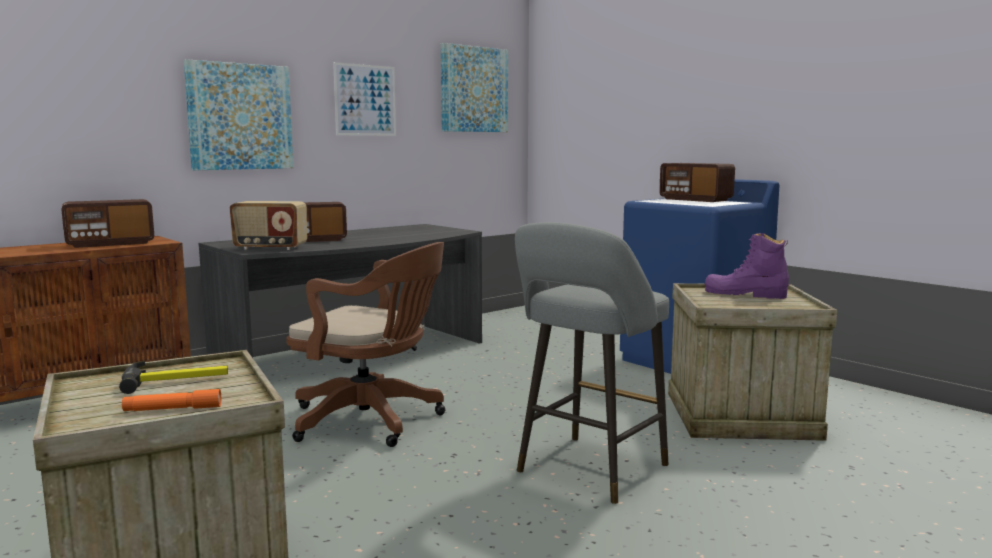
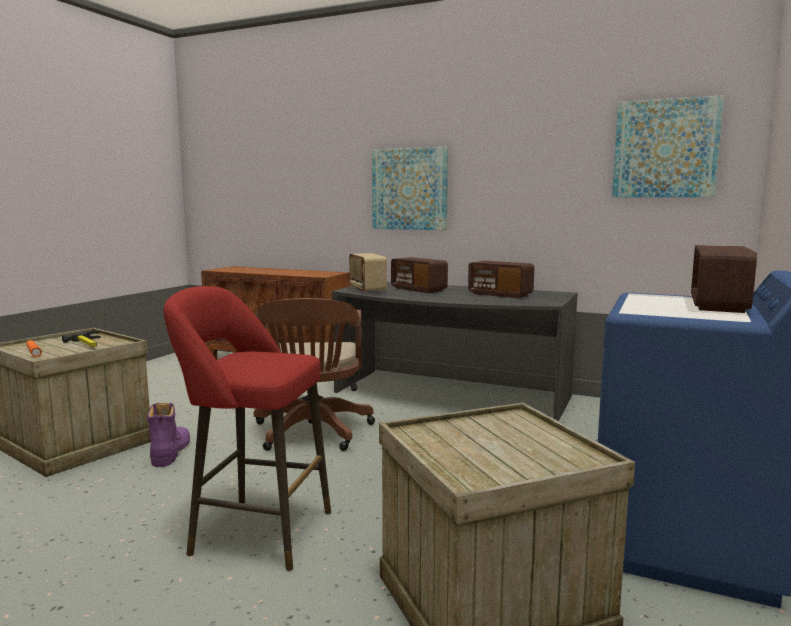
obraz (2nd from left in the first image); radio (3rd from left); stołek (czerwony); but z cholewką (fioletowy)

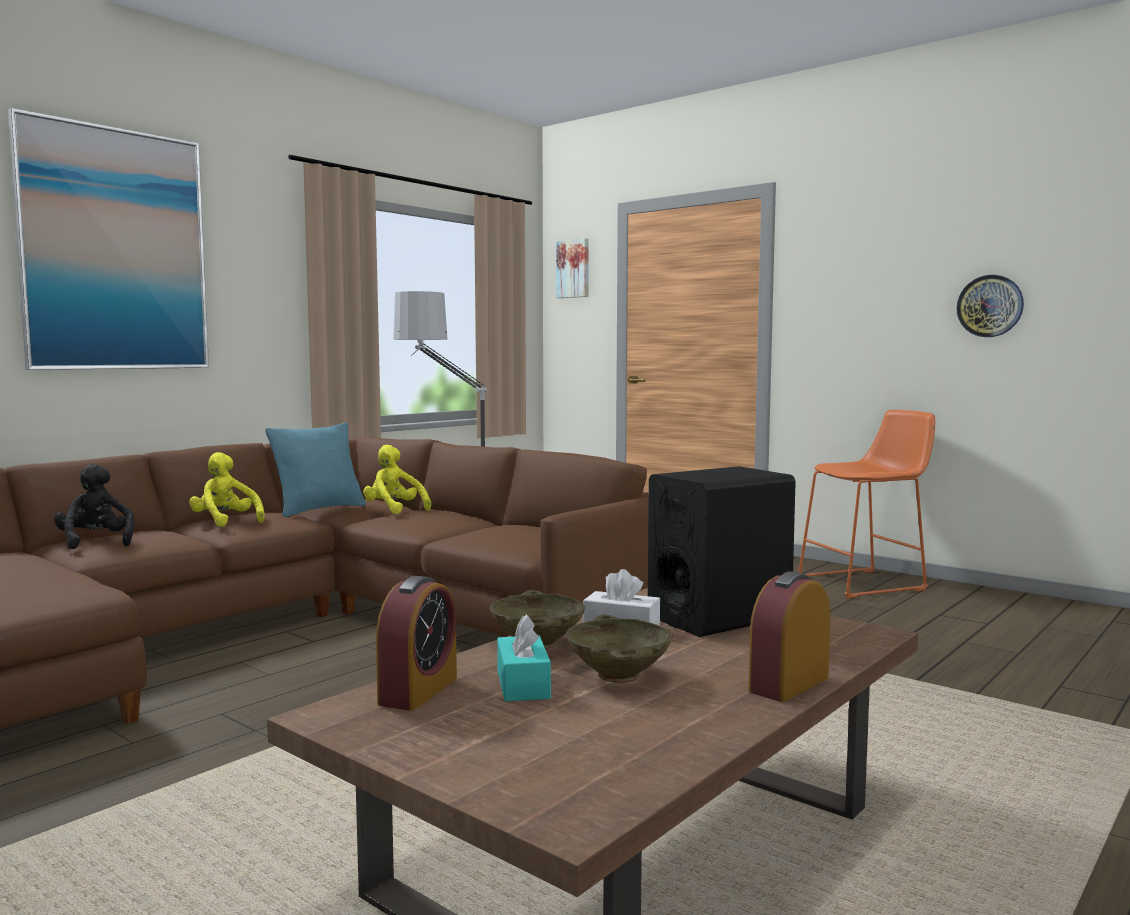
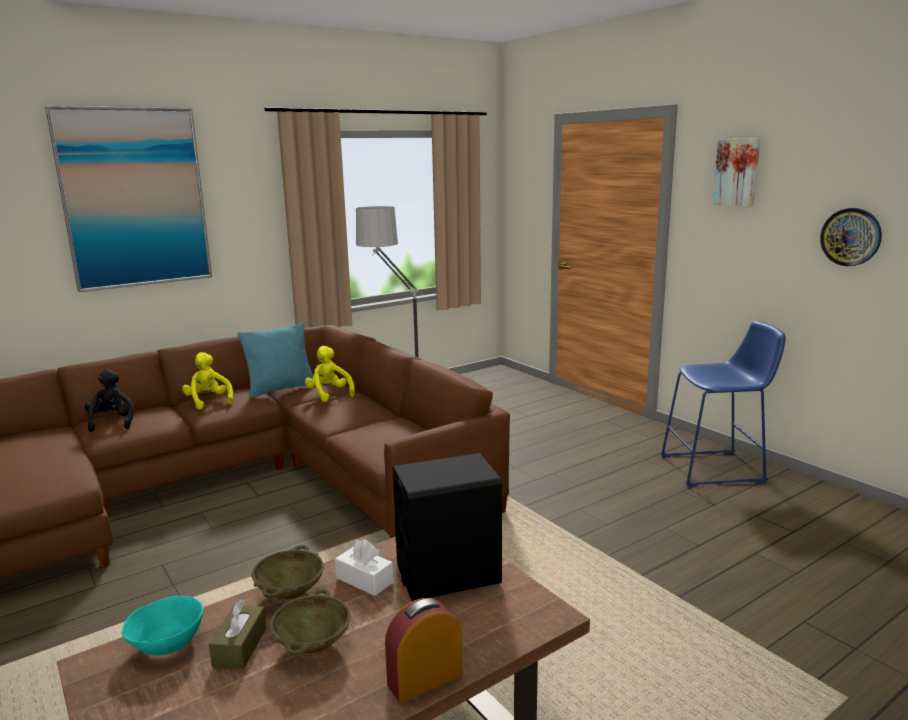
obraz (2nd from left); stołek (niebieski); miska (turkusowy); pudełko chusteczek (brązowy)

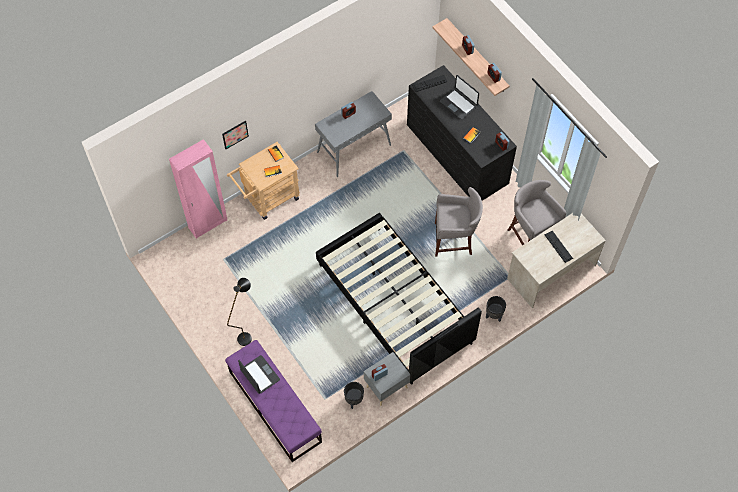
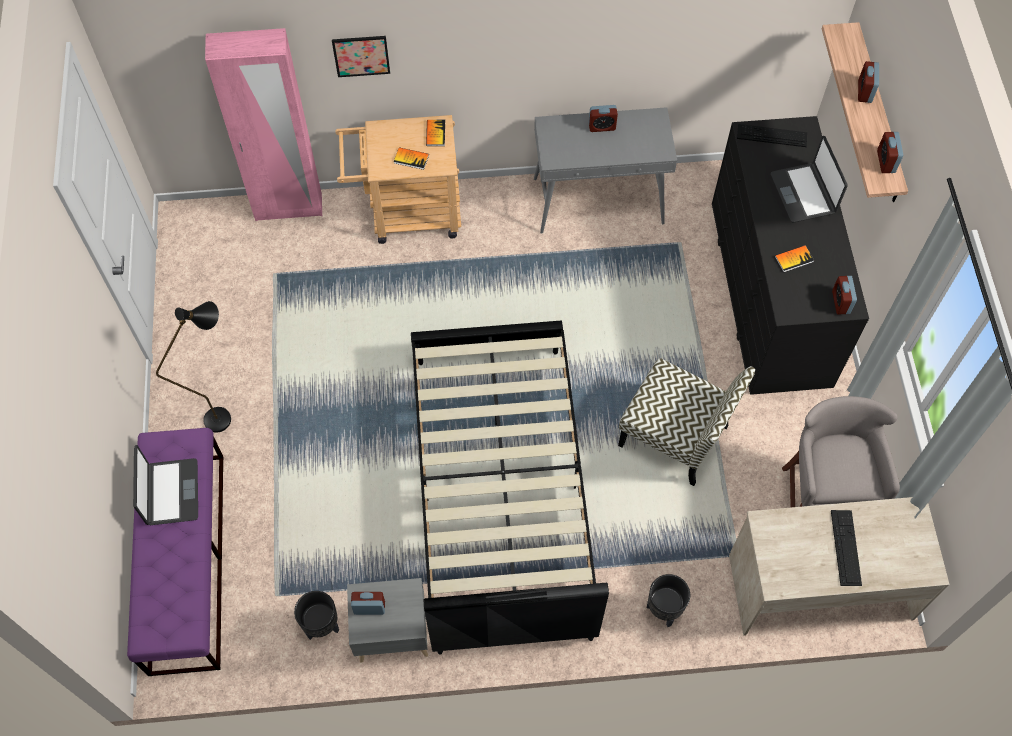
krzesło

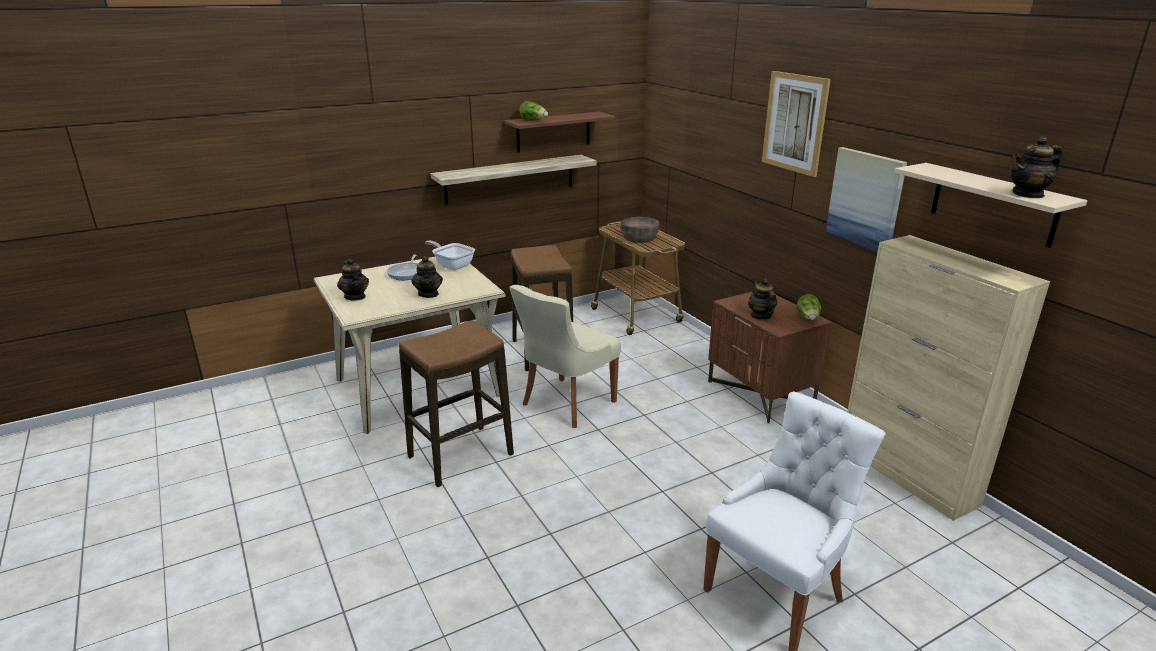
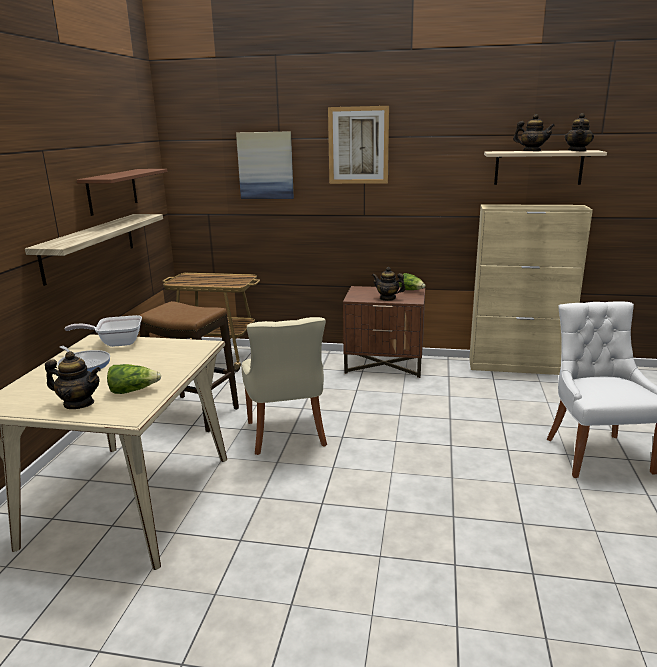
sałata (1st from left); obraz (1st from left); miska (brązowy); imbryk (3rd from left); stołek (1st from left in the first image)

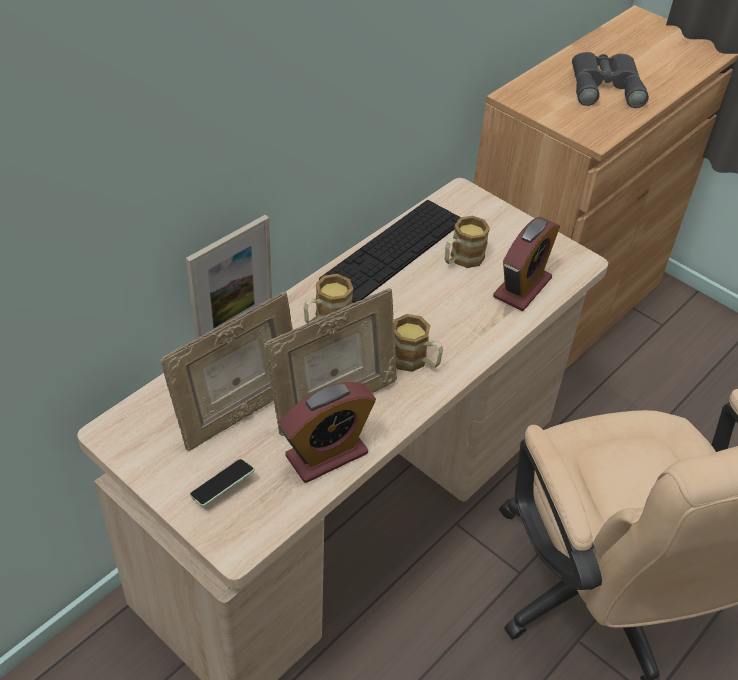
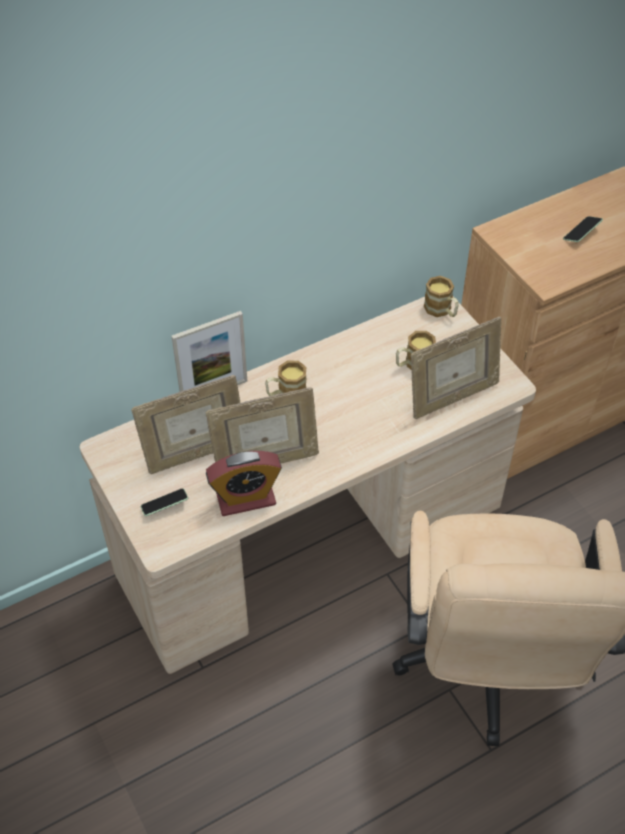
telefon (2nd from left); klawiatura; ramka na zdjęcie (4th from left); kubek (3rd from left)

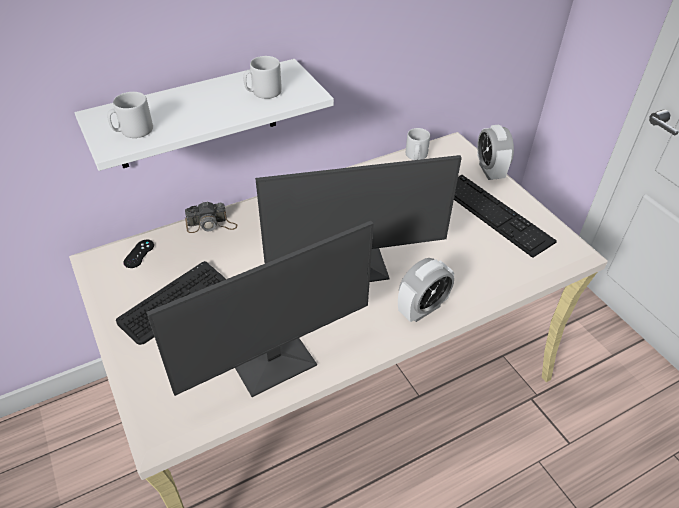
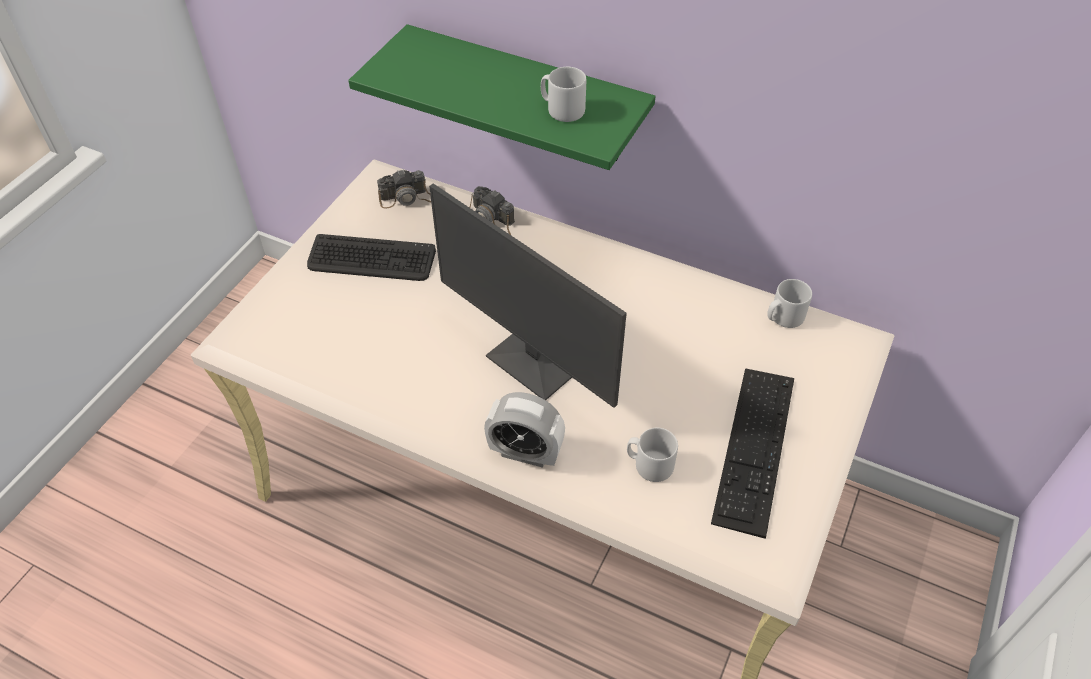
półka (zielony); kubek (szary) (2nd from left); budzik (2nd from left in the first image); monitor (1st from left in the first image); aparat fotograficzny (1st from left)

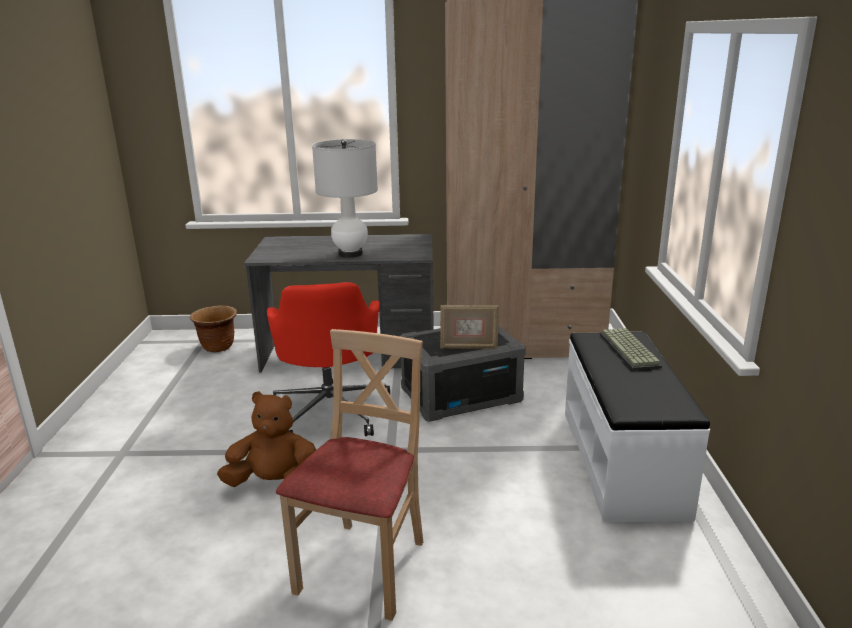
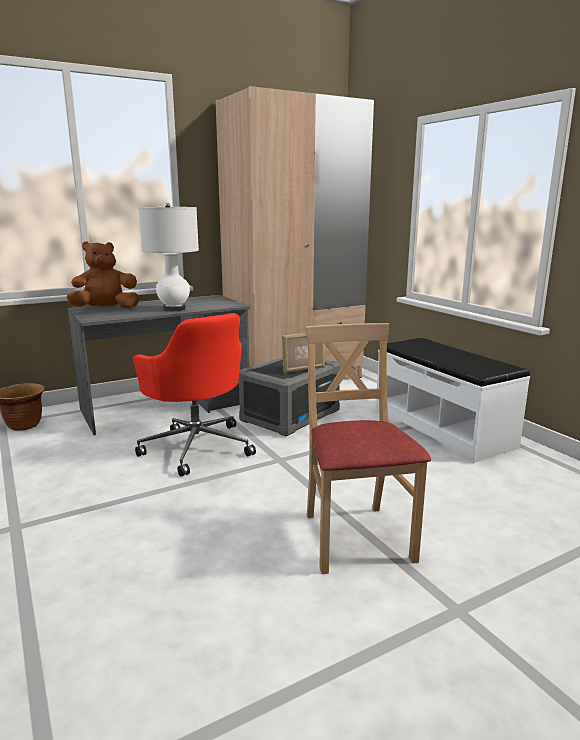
klawiatura; pluszak (brązowy)

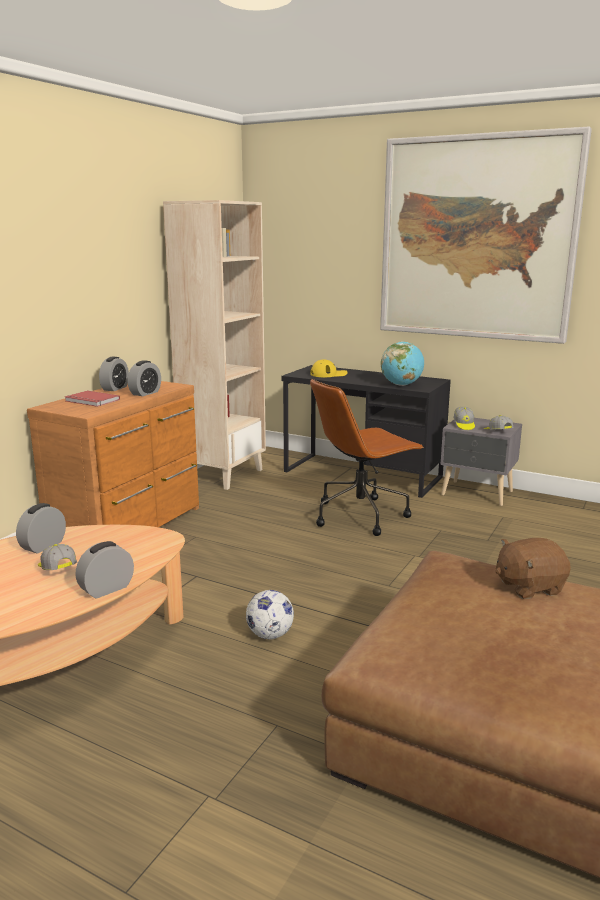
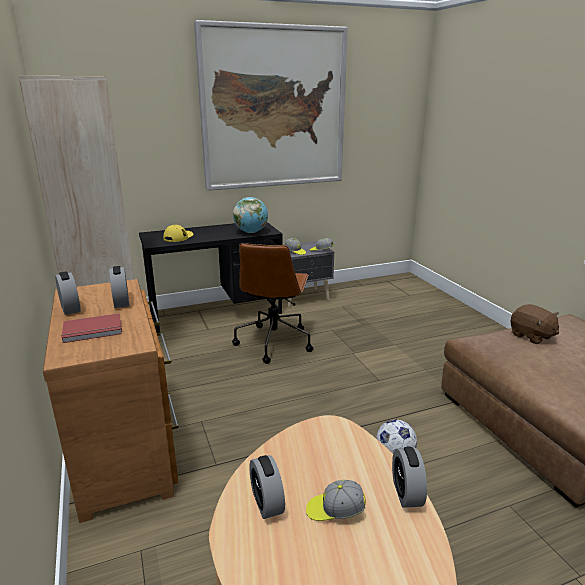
pluszak (brązowy)

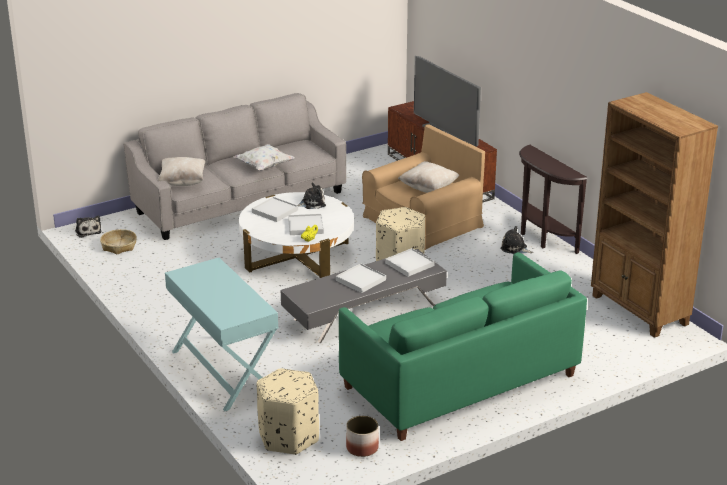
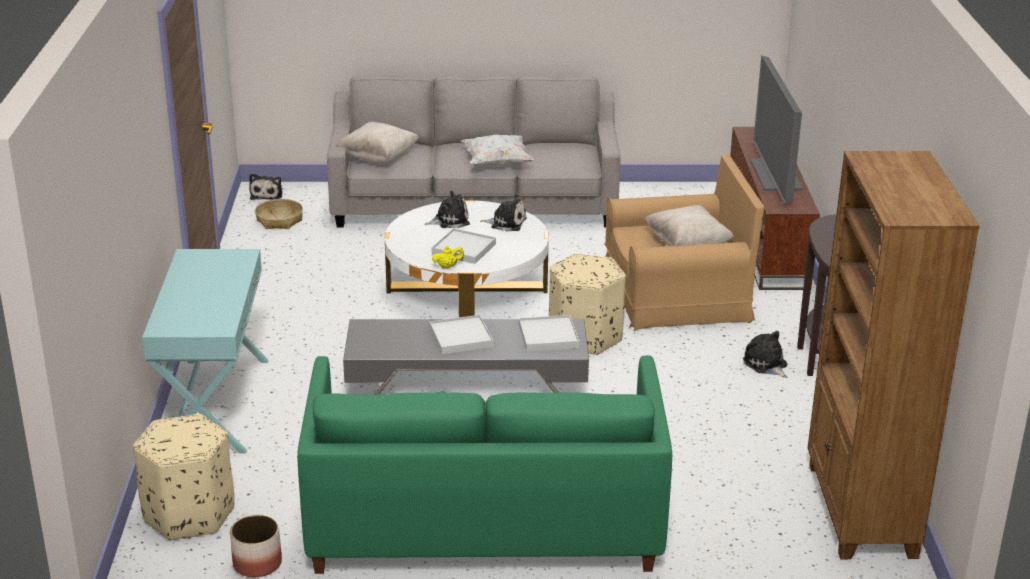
pluszak (2nd from left)

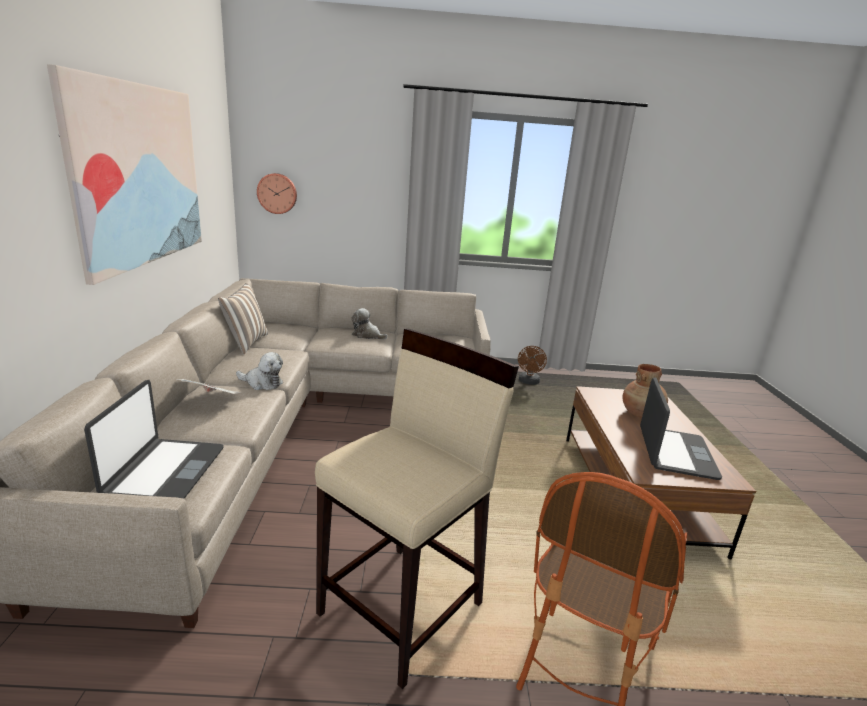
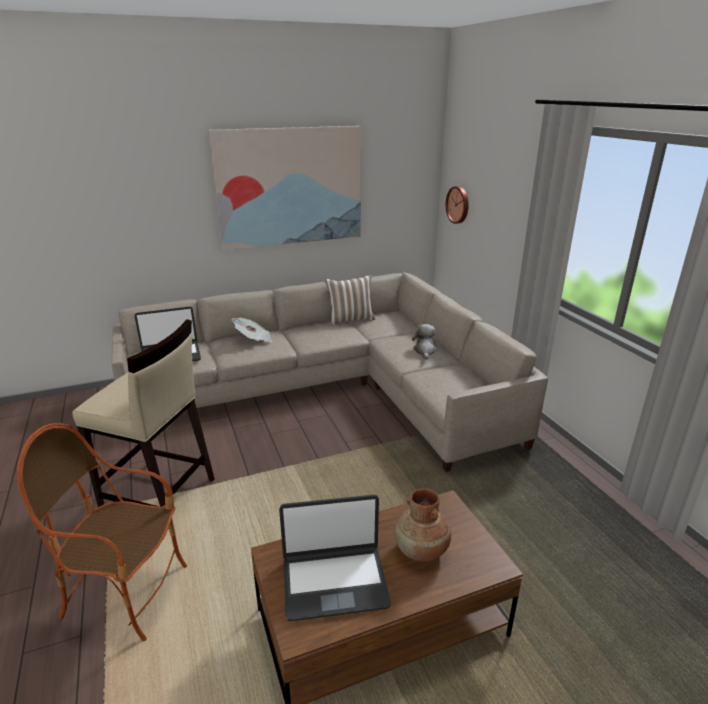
wentylator (brązowy); pluszak (1st from left in the first image)

